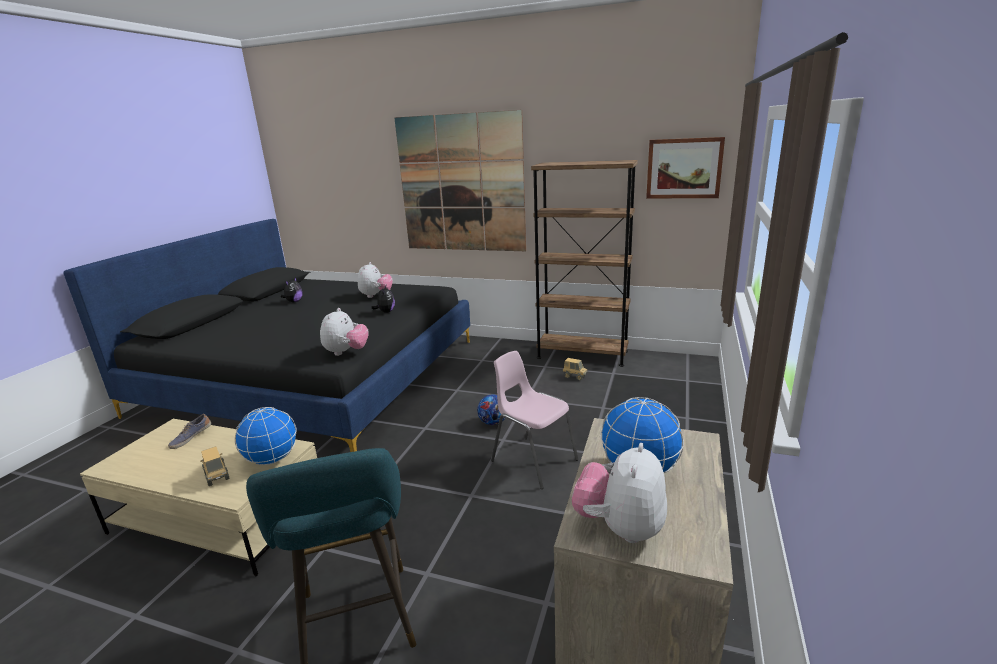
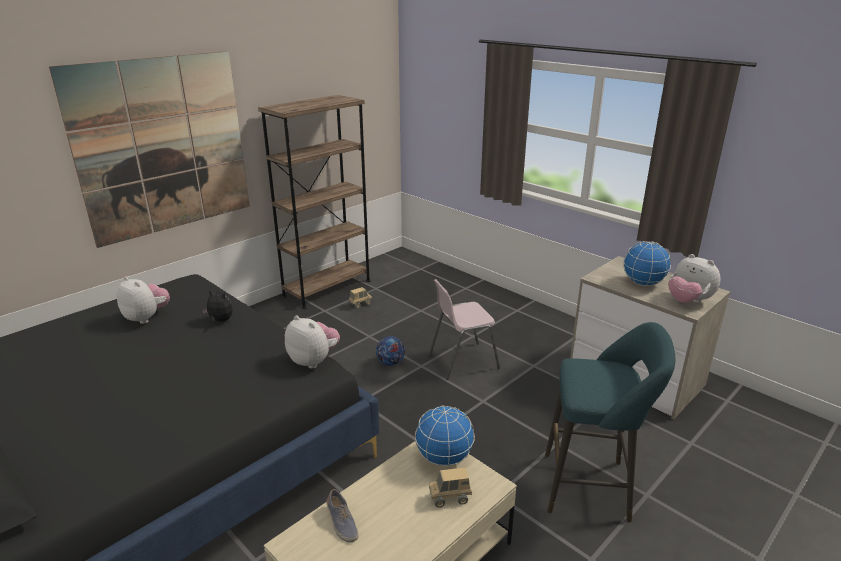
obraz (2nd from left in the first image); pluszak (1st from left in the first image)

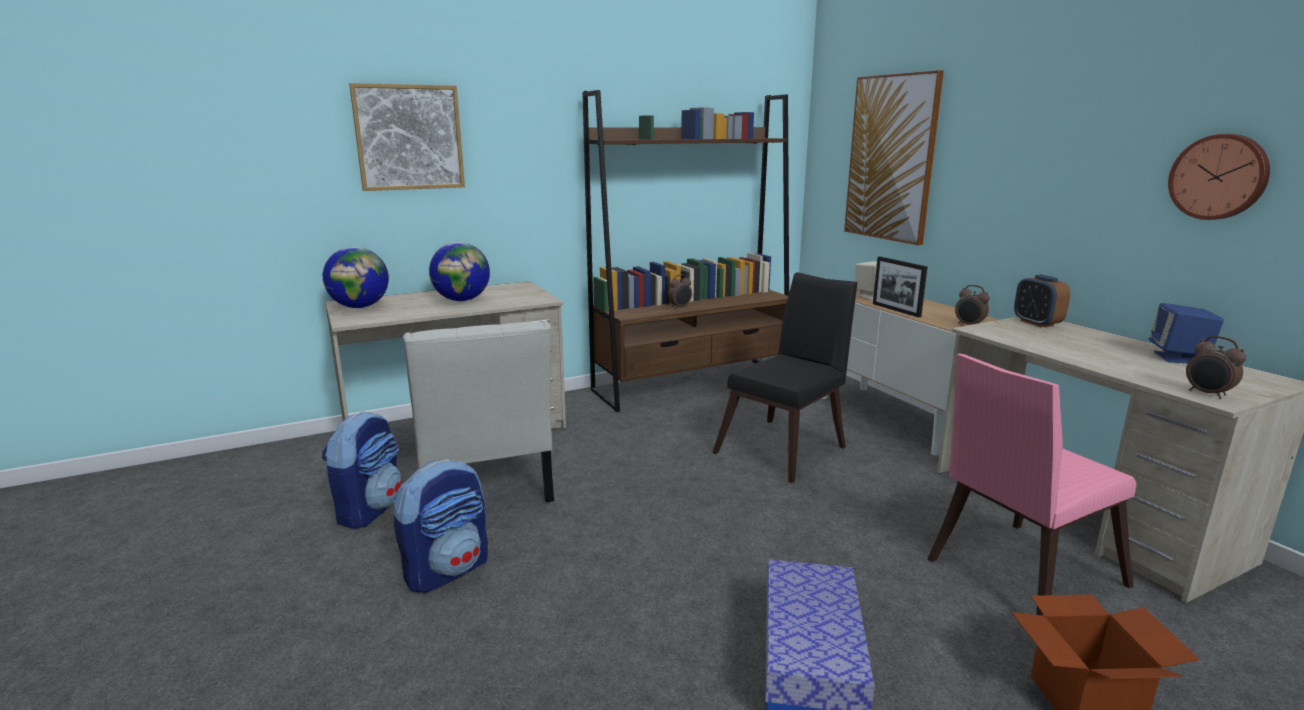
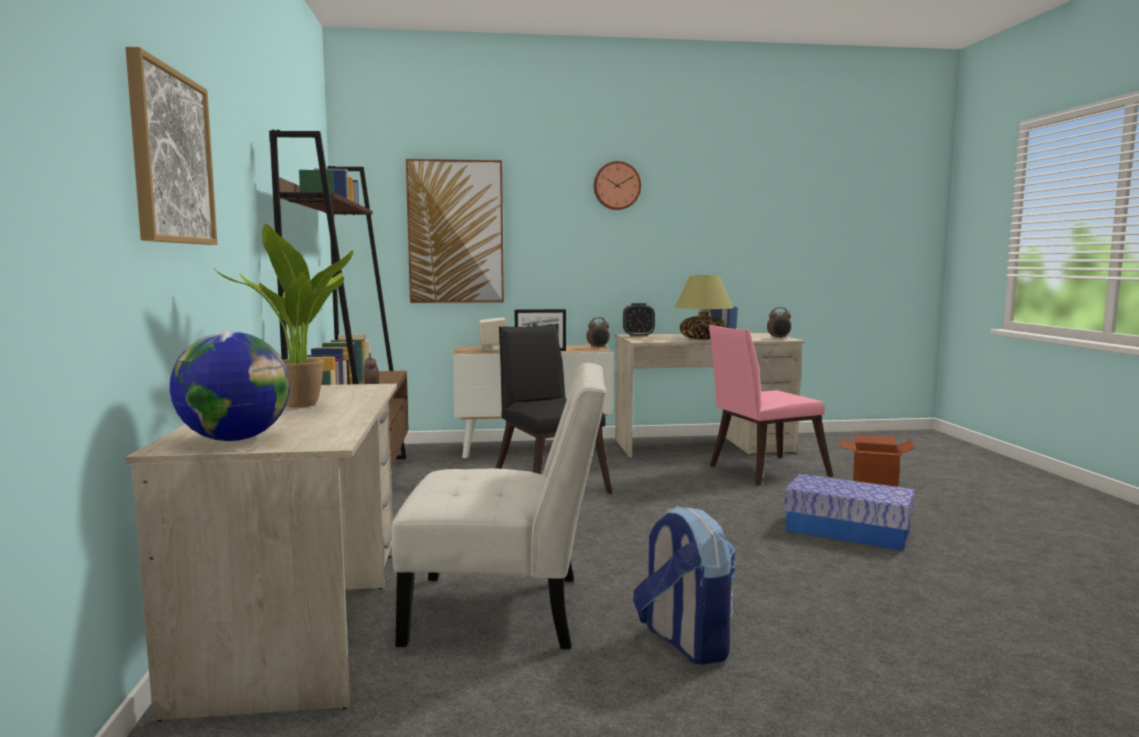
zegar ścienny; roślina doniczkowa; krzesło (różowy); plecak (1st from left in the first image); lampa stołowa

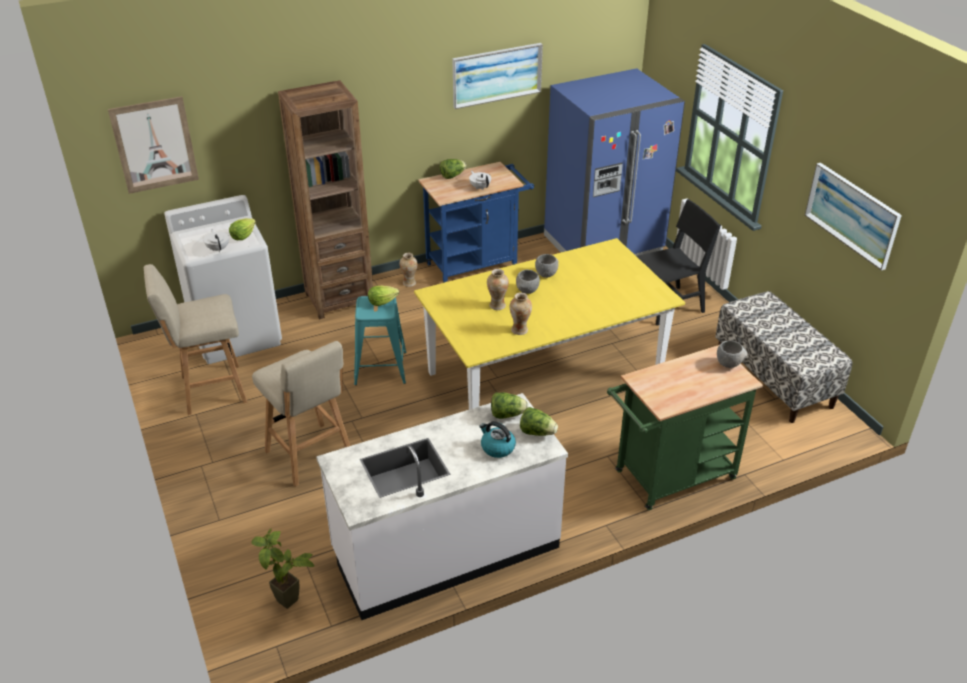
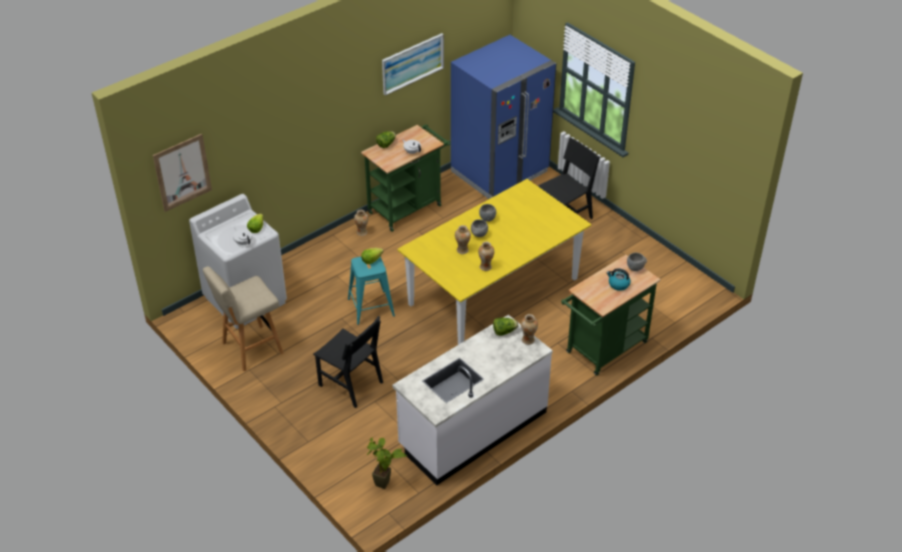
regał (brązowy); wózek (zielony) (1st from left); obraz (3rd from left in the first image); ławka; krzesło (czarny) (1st from left); wazon (4th from left); czajnik

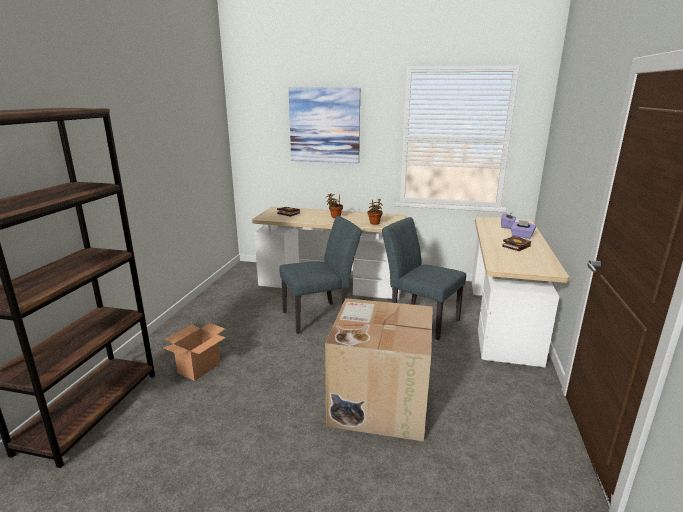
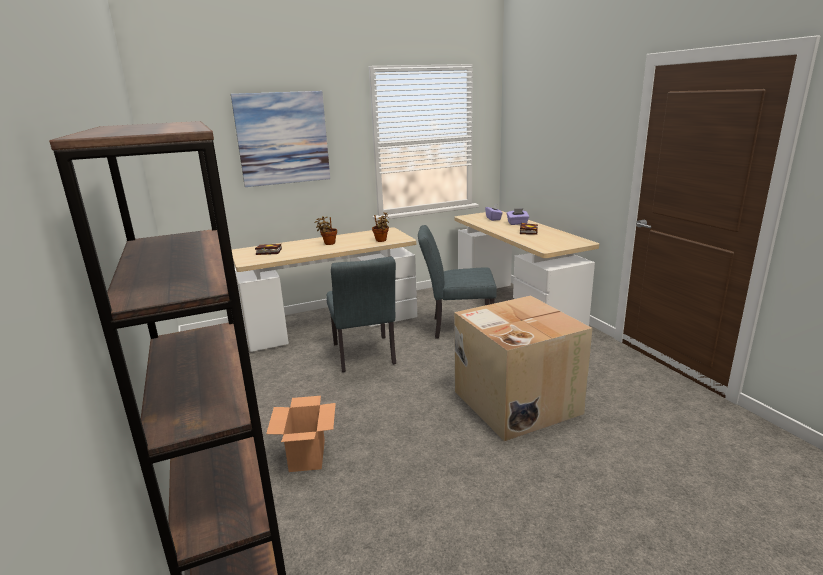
krzesło (szary) (1st from left)

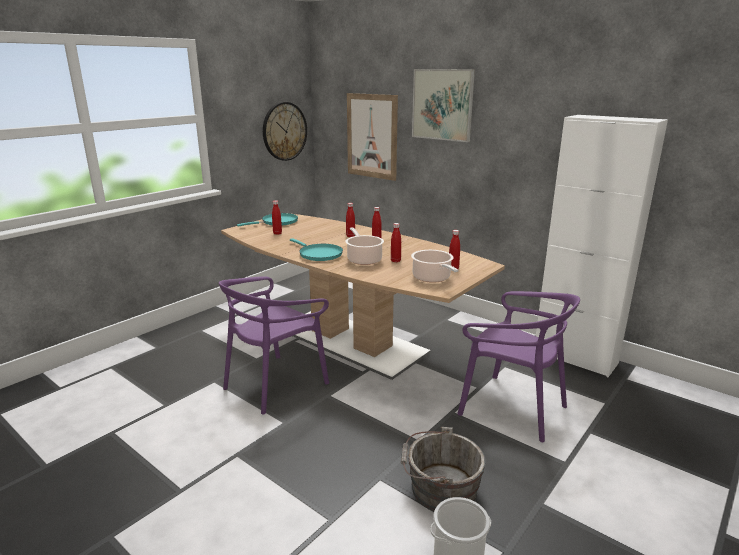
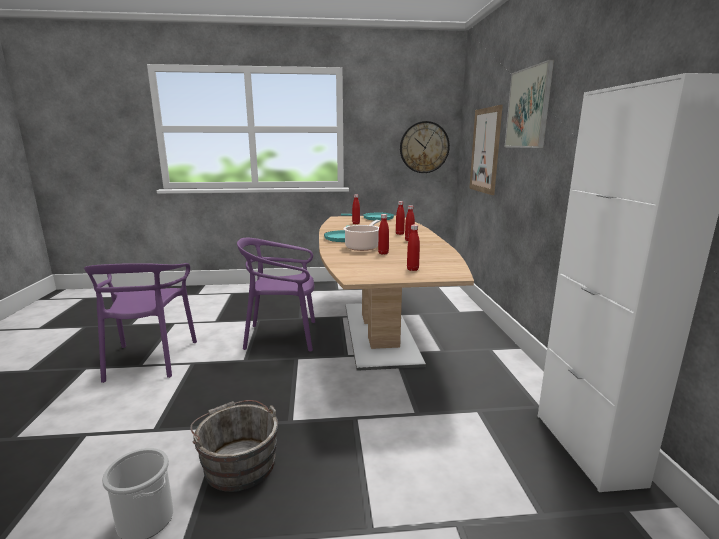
garnek (2nd from left in the first image); krzesło (fioletowy) (1st from left)

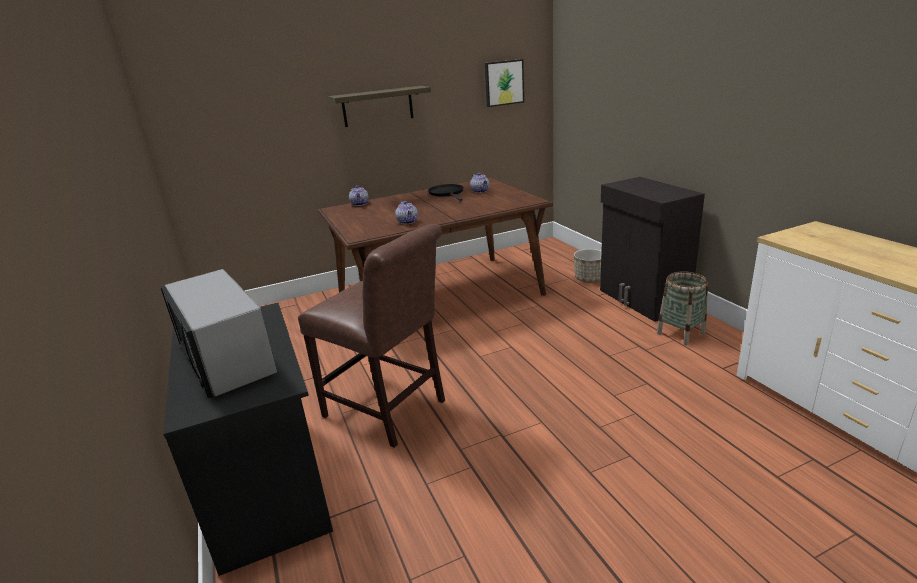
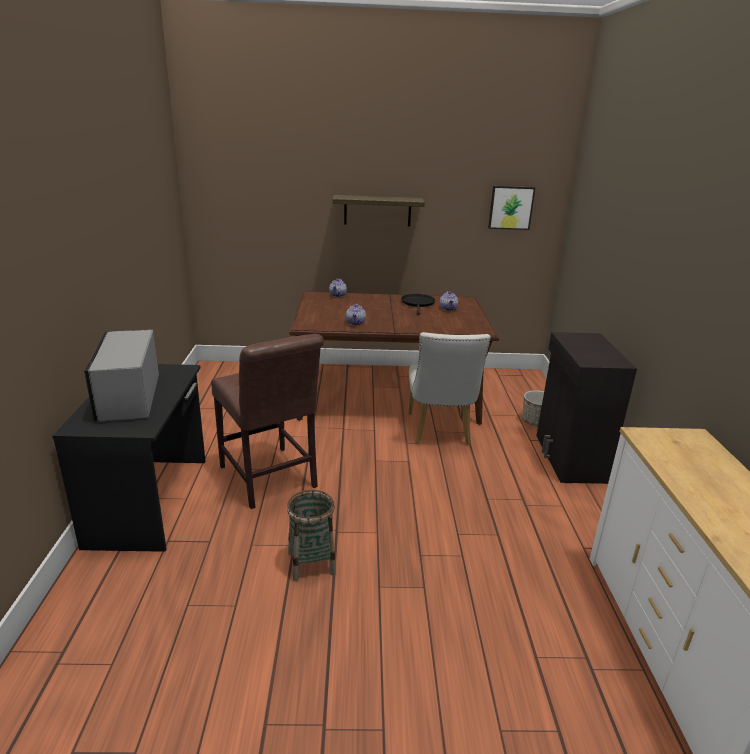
koszyk; krzesło (biały)

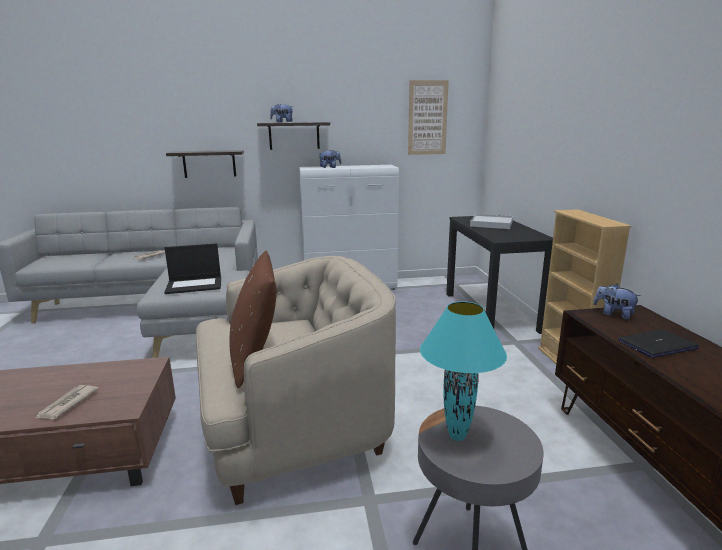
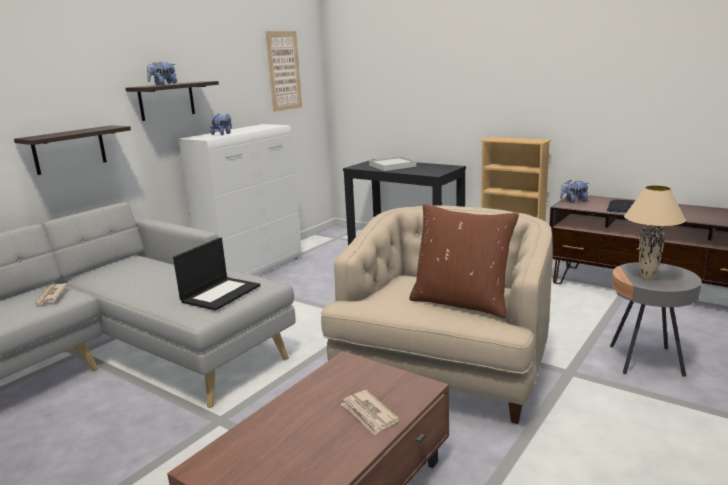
lampa stołowa (beżowy)

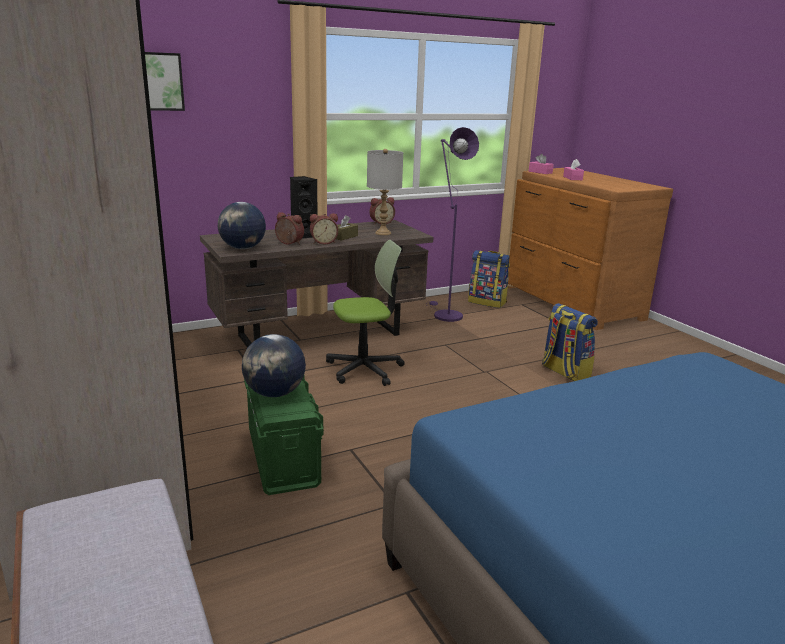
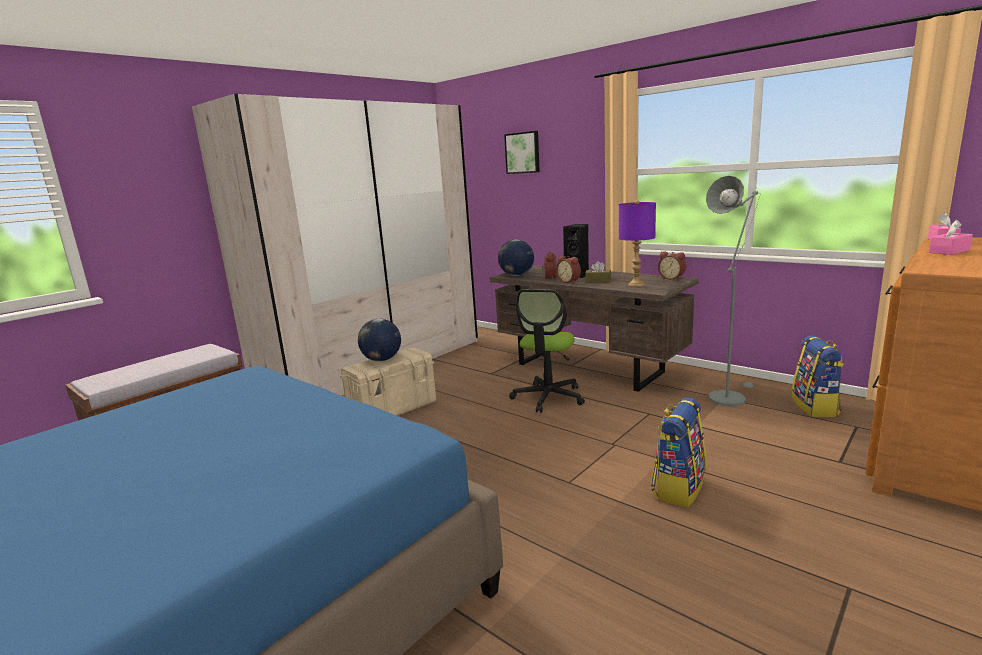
lampa stojąca (szary); lampa stołowa (fioletowy); krzesło biurowe; pojemnik do przechowywania (beżowy)

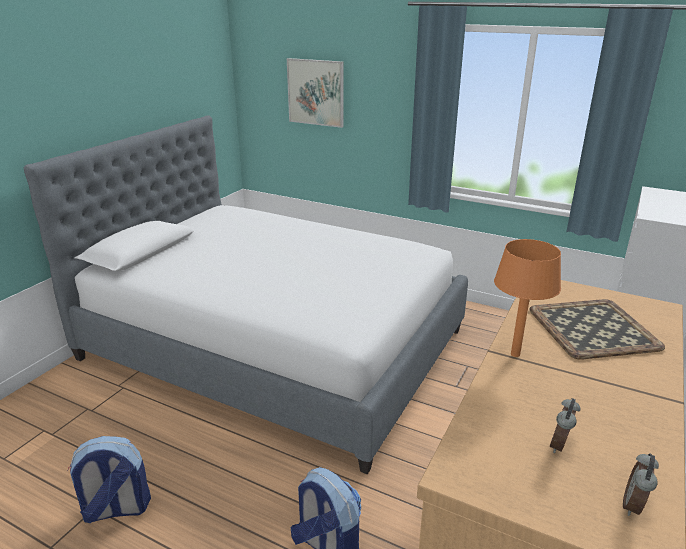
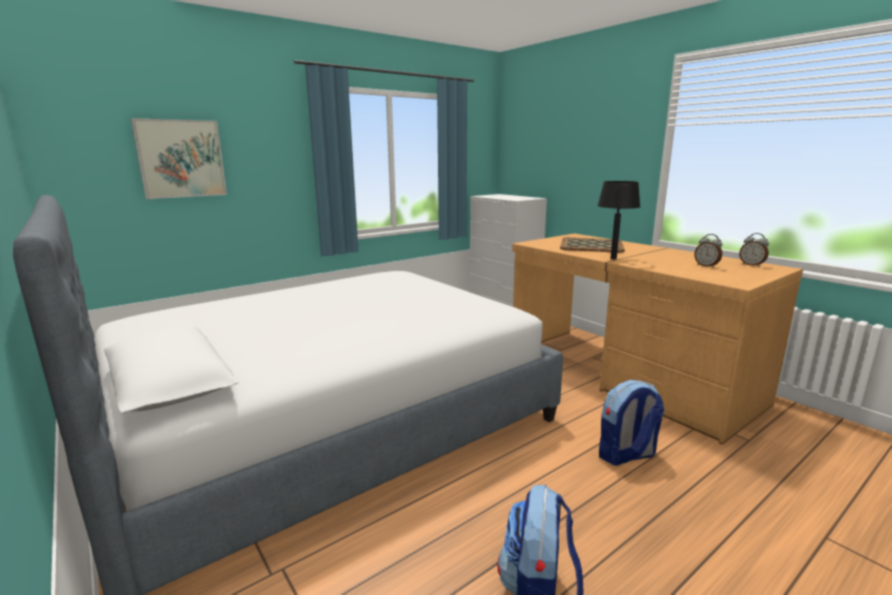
lampa stołowa (czarny)

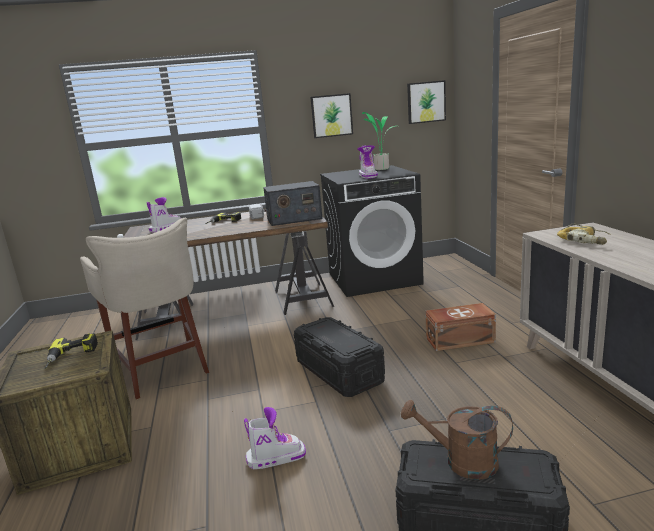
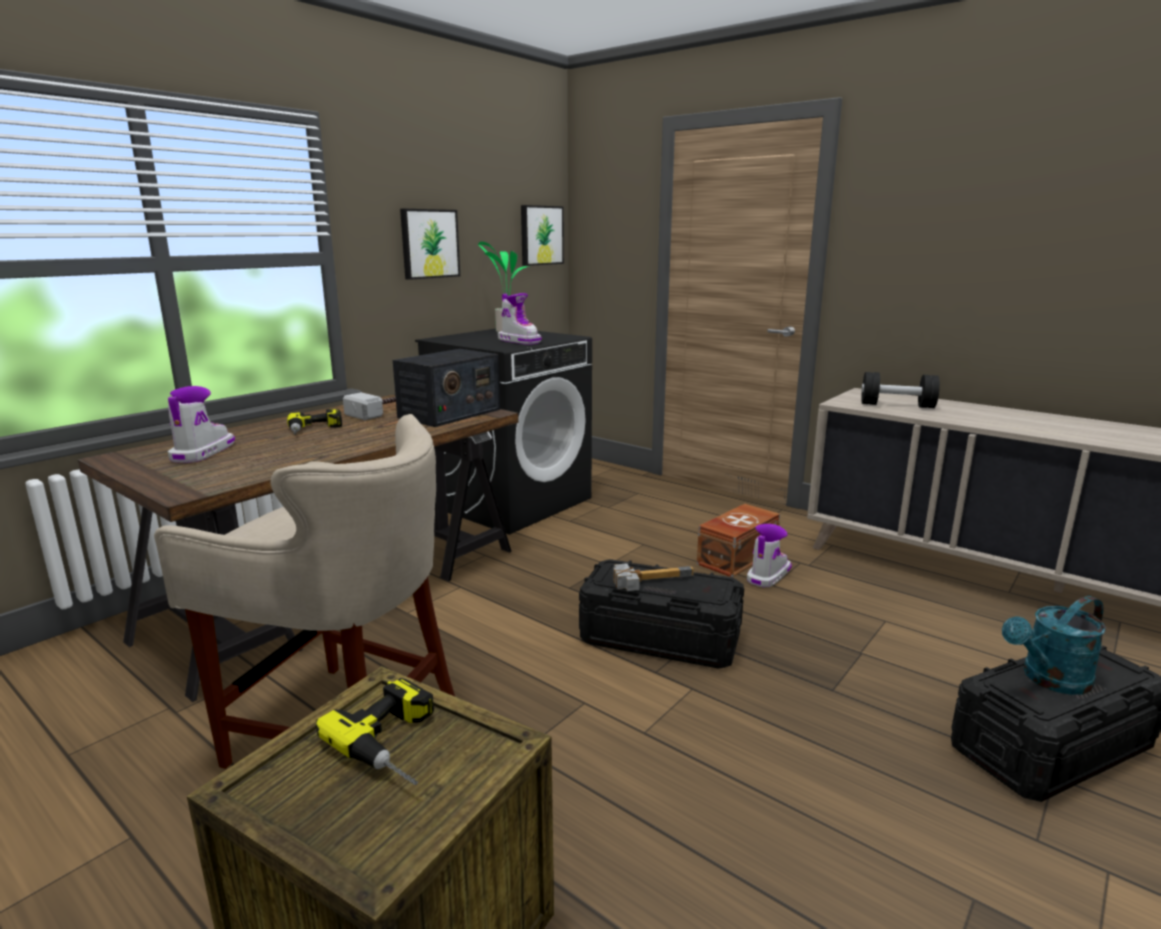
hantel (czarny); konewka (turkusowy); but z cholewką (3rd from left); młotek (2nd from left)

